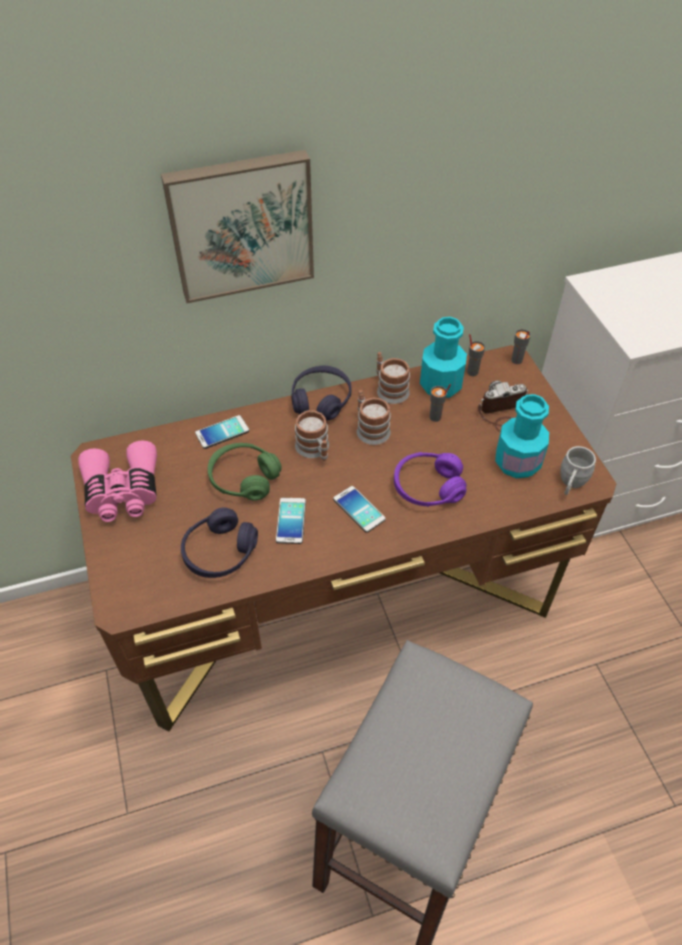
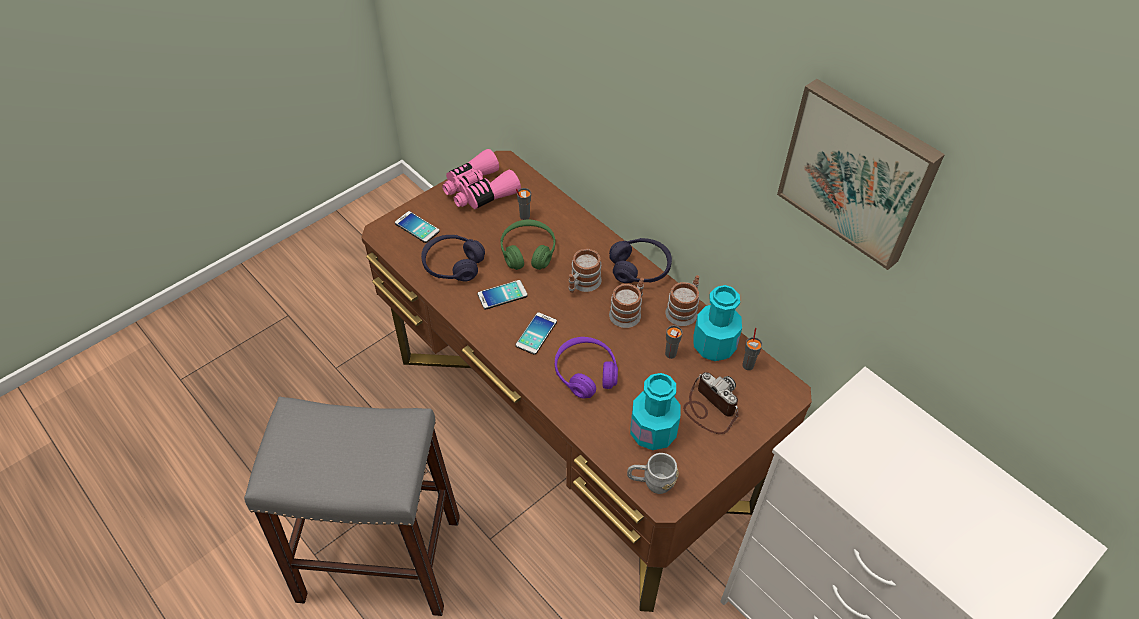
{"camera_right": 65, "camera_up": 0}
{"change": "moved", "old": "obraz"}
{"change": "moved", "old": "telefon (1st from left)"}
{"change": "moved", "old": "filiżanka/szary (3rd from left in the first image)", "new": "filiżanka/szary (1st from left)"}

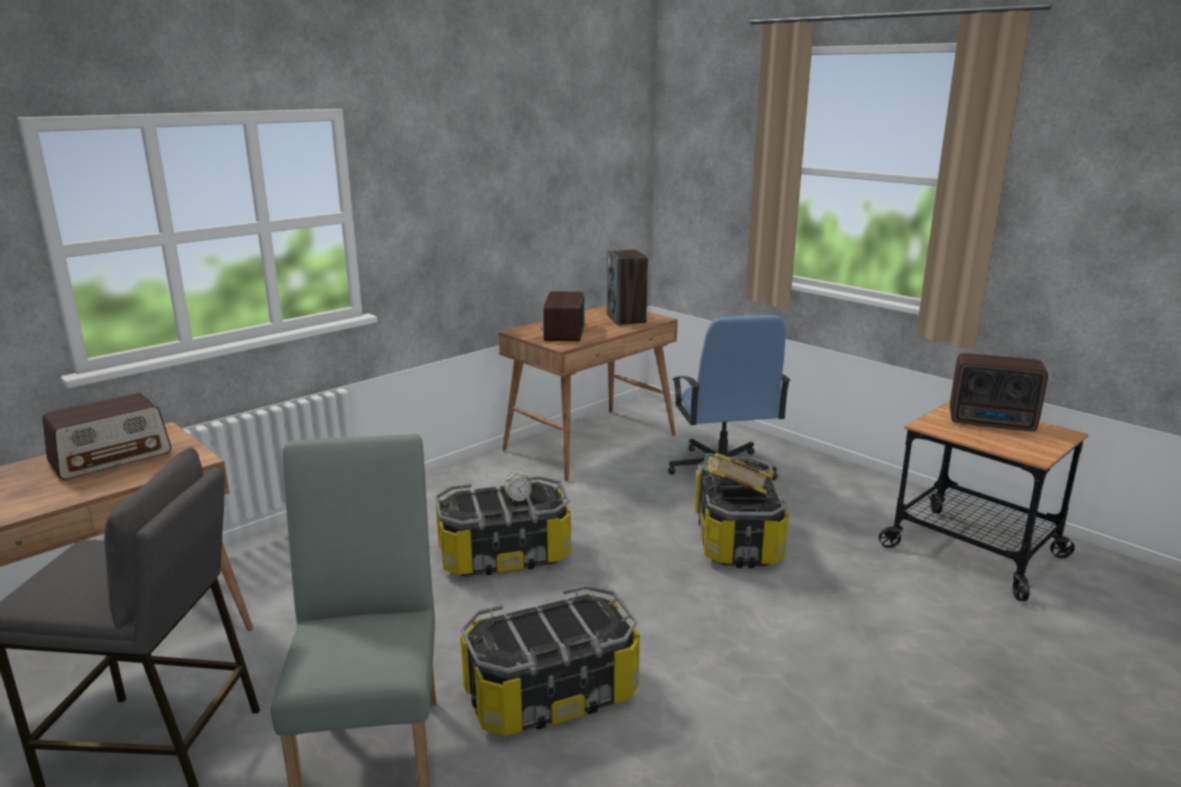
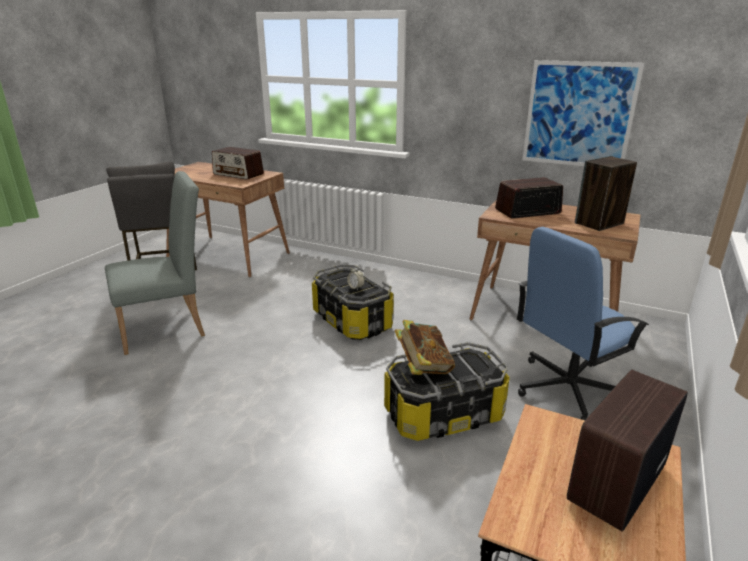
{"camera_right": 70, "camera_up": 5}
{"change": "removed", "old": "pojemnik do przechowywania (2nd from left)"}
{"change": "added", "new": "obraz"}
{"change": "turned", "old": "radio (3rd from left)", "degrees": 45}

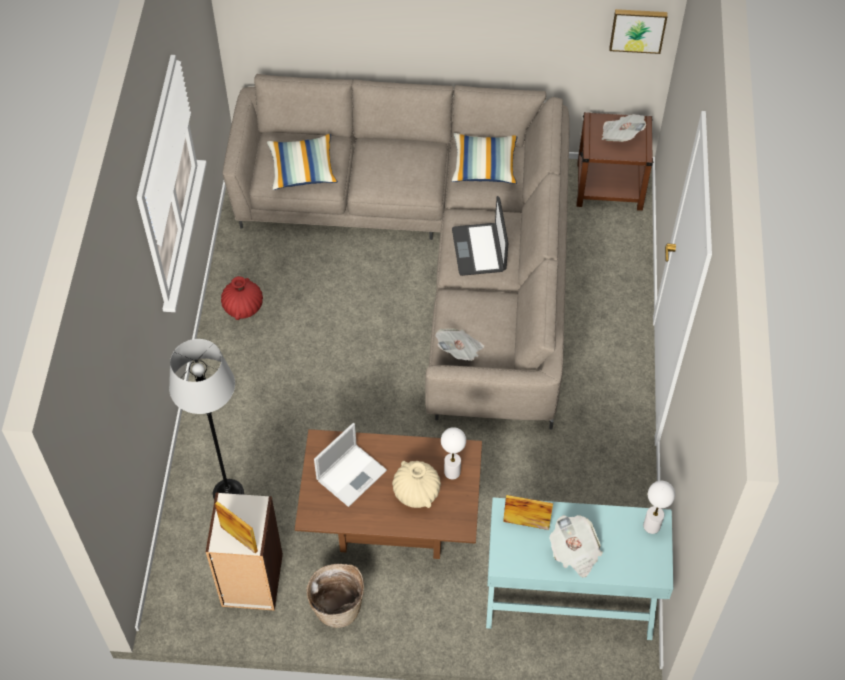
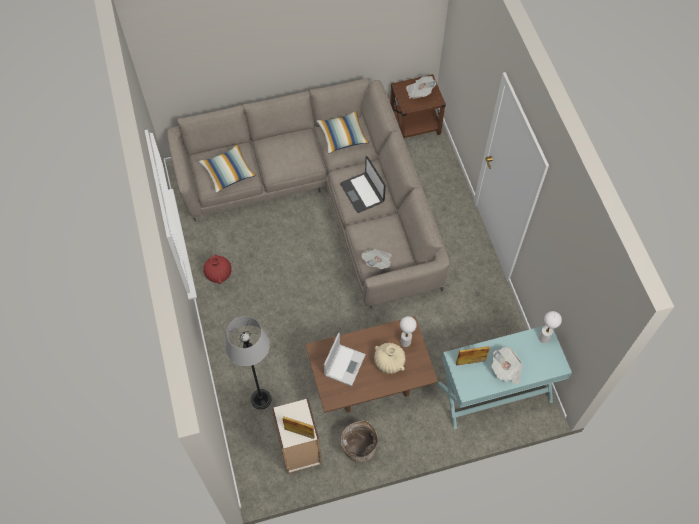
{"camera_right": -20, "camera_up": 5}
{"change": "removed", "old": "obraz"}

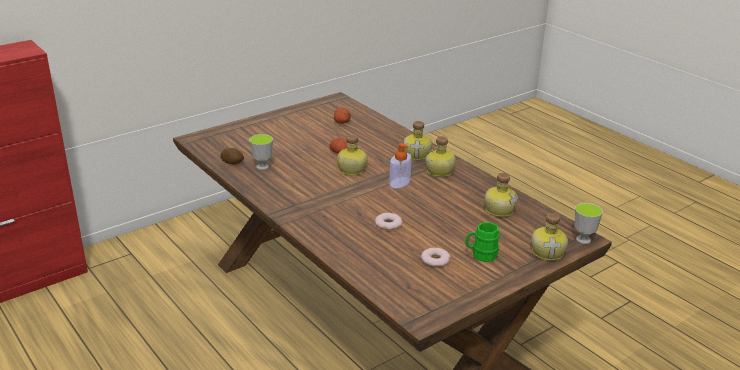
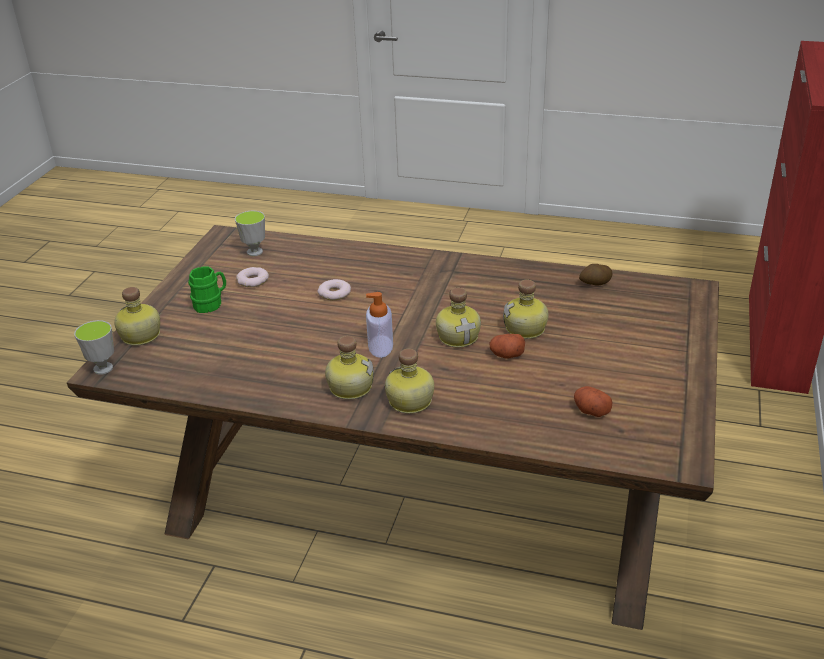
{"camera_right": 145, "camera_up": 5}
{"change": "moved", "old": "filiżanka (1st from left in the first image)", "new": "filiżanka (2nd from left)"}
{"change": "moved", "old": "butelka (4th from left in the first image)", "new": "butelka (5th from left)"}

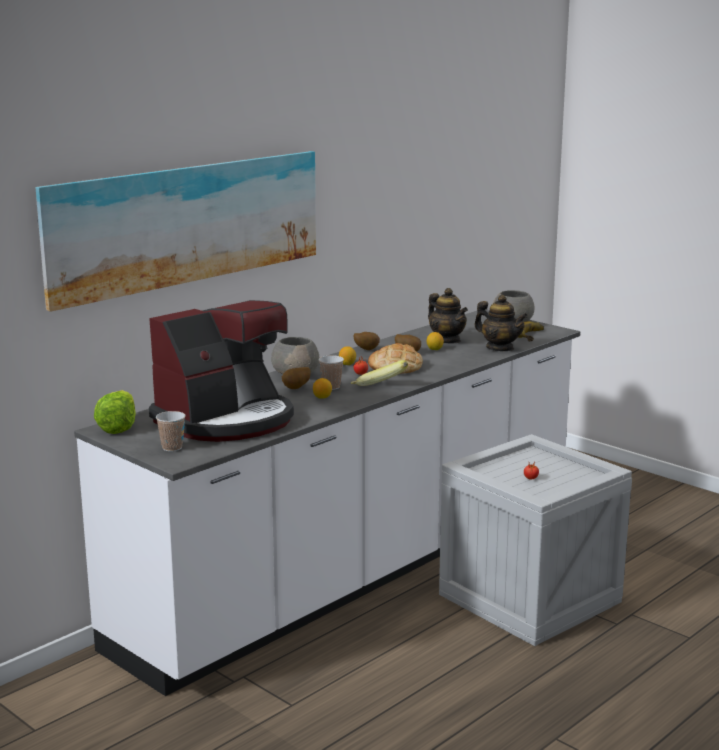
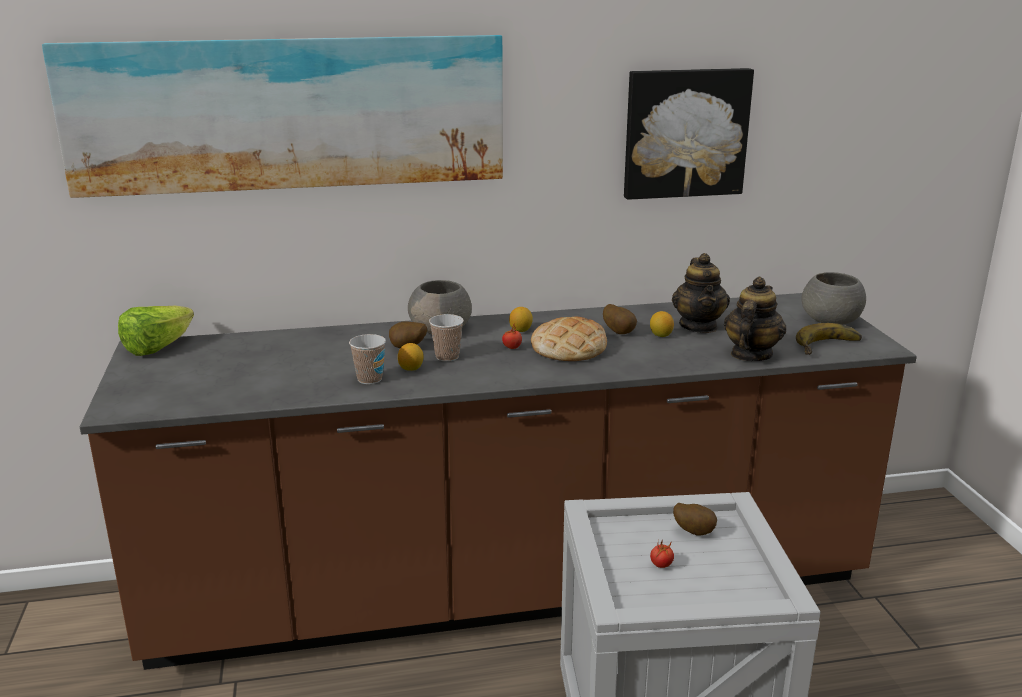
{"camera_right": 35, "camera_up": 5}
{"change": "removed", "old": "ekspres do kawy"}
{"change": "removed", "old": "banan (1st from left)"}
{"change": "added", "new": "obraz (2nd from left)"}
{"change": "moved", "old": "filiżanka (1st from left)"}
{"change": "moved", "old": "ziemniak (2nd from left in the first image)", "new": "ziemniak (3rd from left)"}
{"change": "recoloured", "old": "zabudowa kuchenna/biały", "new": "zabudowa kuchenna/brązowy"}
{"change": "turned", "old": "imbryk (2nd from left)", "degrees": -135}

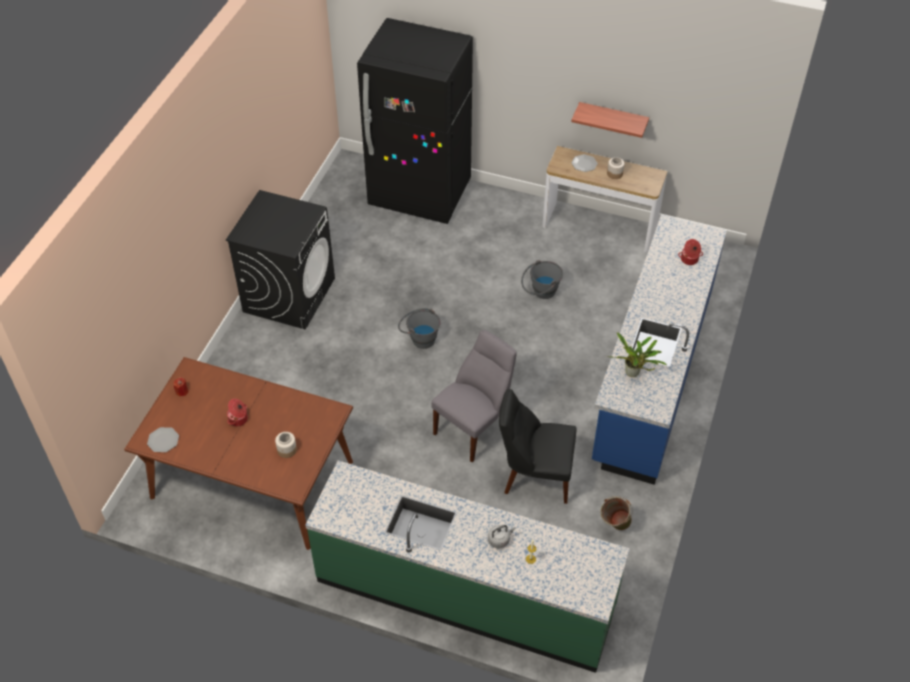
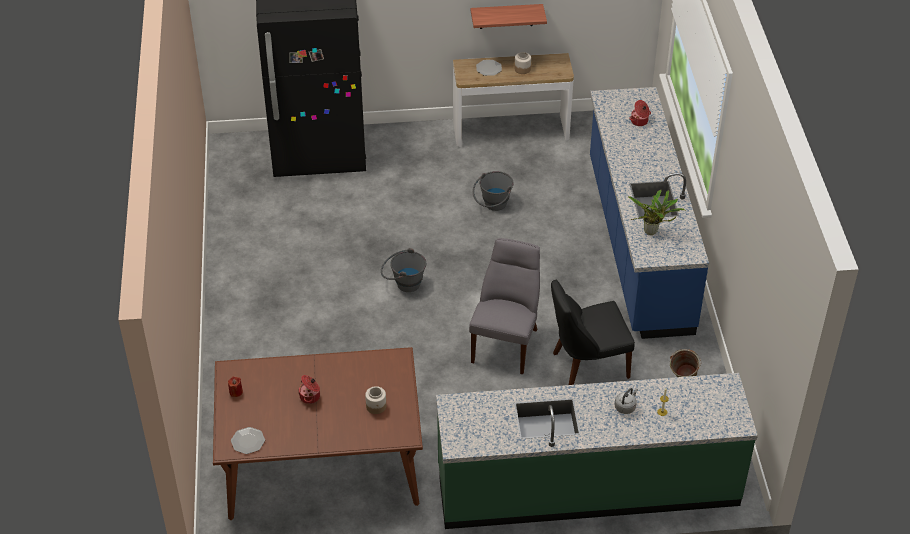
{"camera_right": -25, "camera_up": -5}
{"change": "removed", "old": "pralka/czarny"}

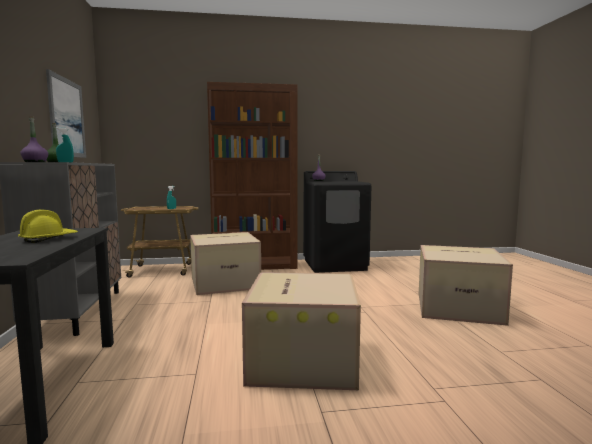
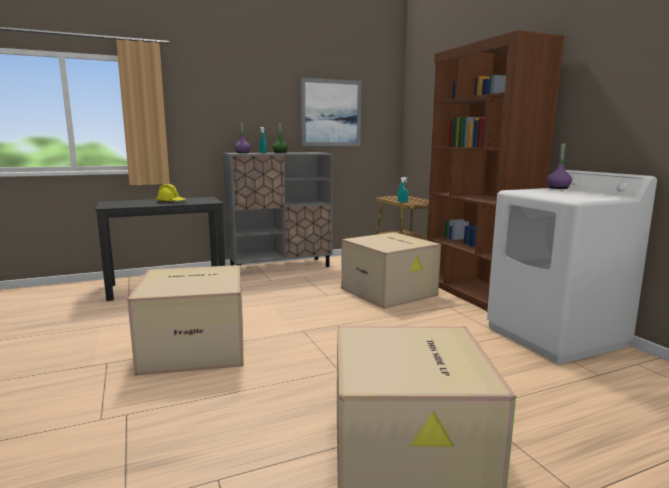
{"camera_right": 75, "camera_up": 5}
{"change": "recoloured", "old": "pralka/czarny", "new": "pralka/biały"}

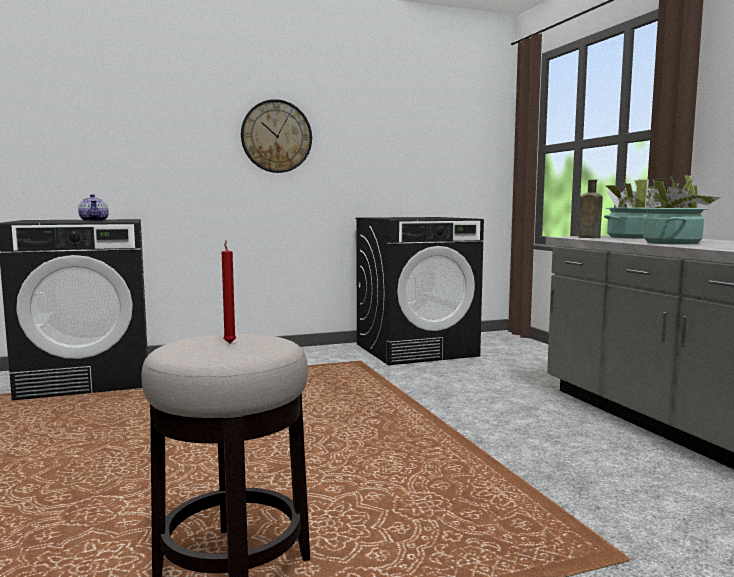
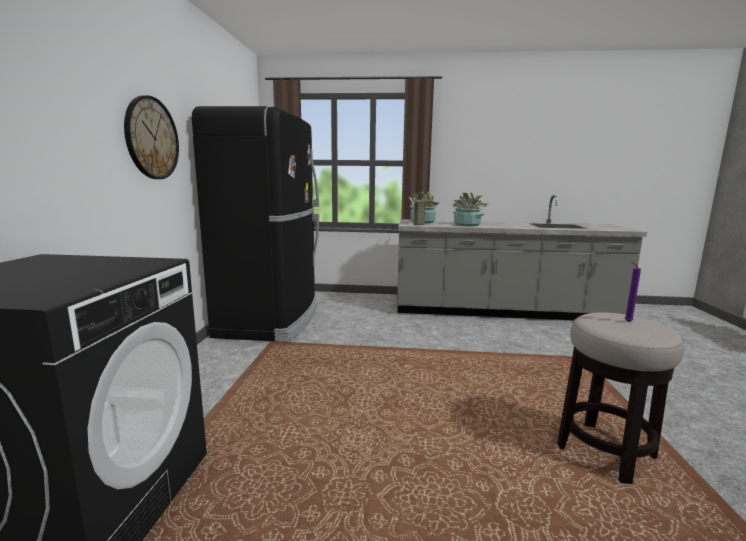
{"camera_right": -65, "camera_up": 5}
{"change": "removed", "old": "imbryk"}
{"change": "replaced", "old": "pralka/czarny (2nd from left)", "new": "lodówka/czarny"}
{"change": "recoloured", "old": "świeca/czerwony", "new": "świeca/fioletowy"}

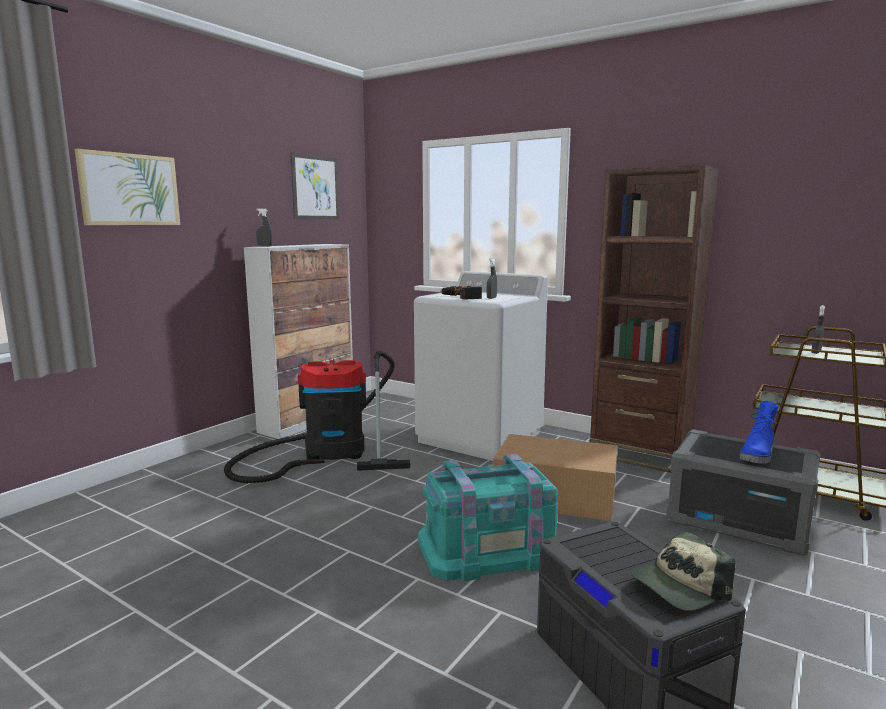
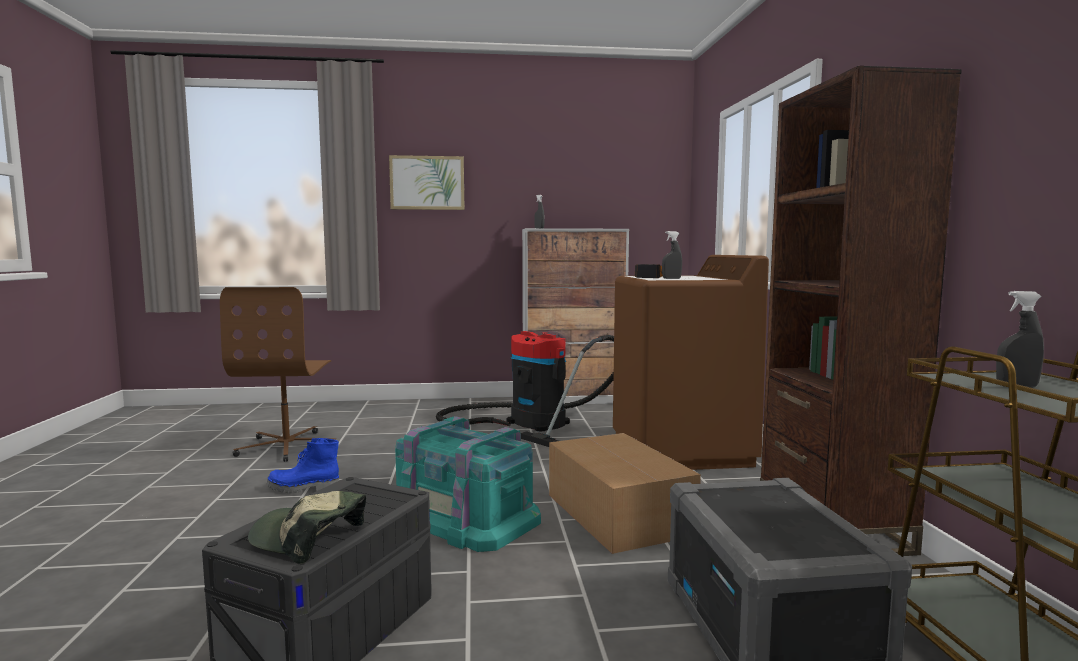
{"camera_right": 50, "camera_up": -5}
{"change": "removed", "old": "obraz (2nd from left)"}
{"change": "added", "new": "krzesło biurowe/brązowy"}
{"change": "moved", "old": "but z cholewką/niebieski"}
{"change": "recoloured", "old": "pralka/biały", "new": "pralka/brązowy"}

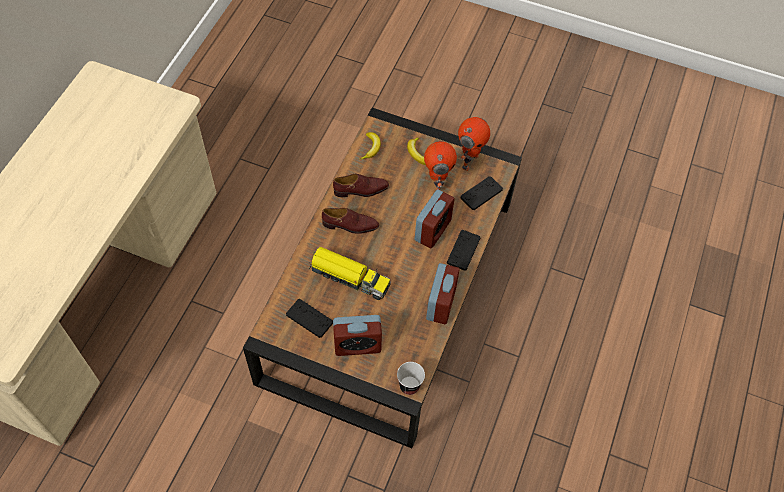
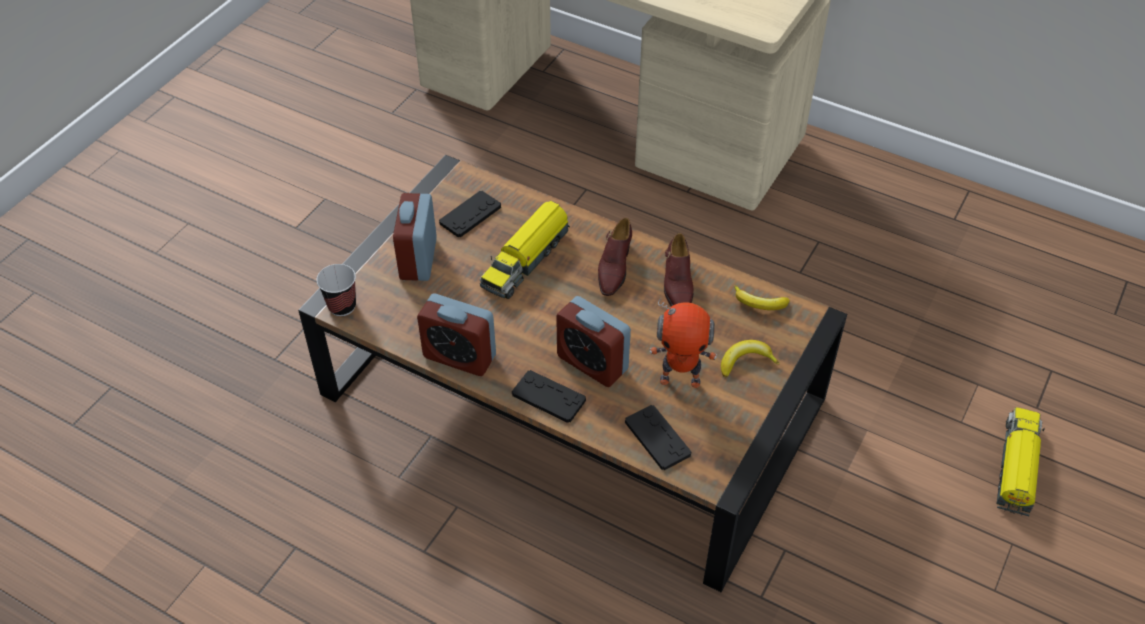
{"camera_right": 100, "camera_up": -10}
{"change": "removed", "old": "robot zabawkowy (2nd from left)"}
{"change": "added", "new": "ciężarówka zabawkowa (2nd from left)"}

